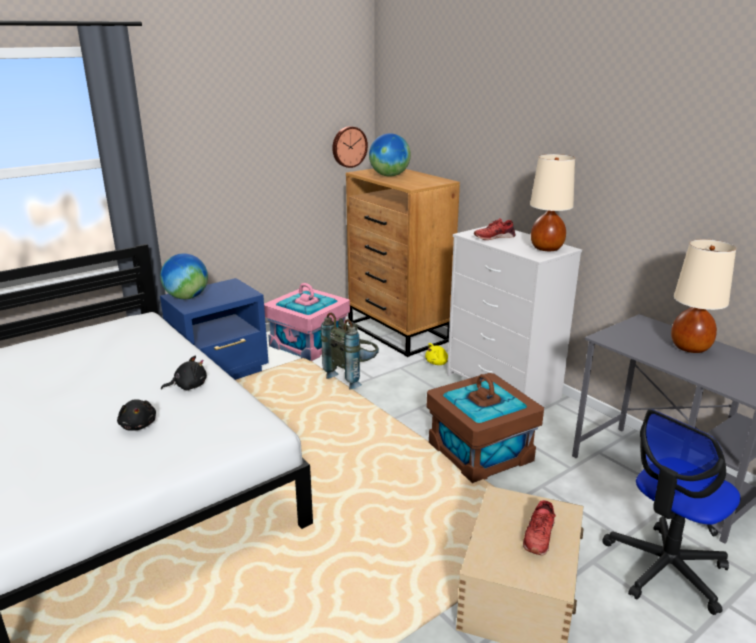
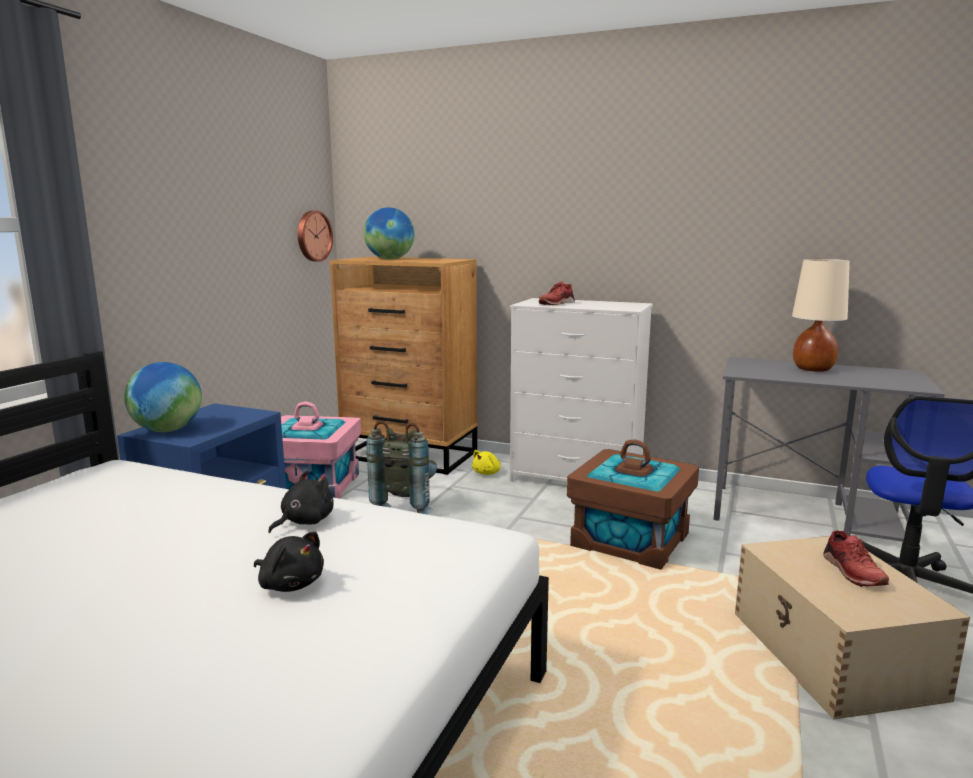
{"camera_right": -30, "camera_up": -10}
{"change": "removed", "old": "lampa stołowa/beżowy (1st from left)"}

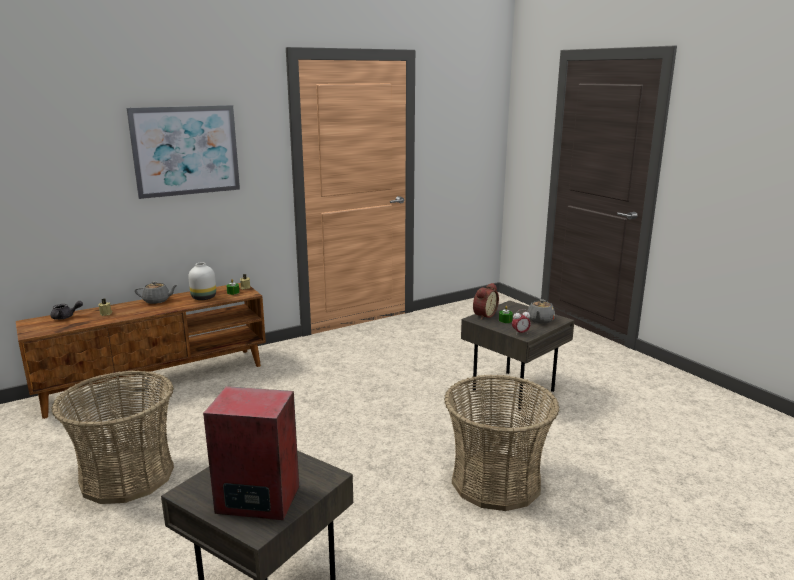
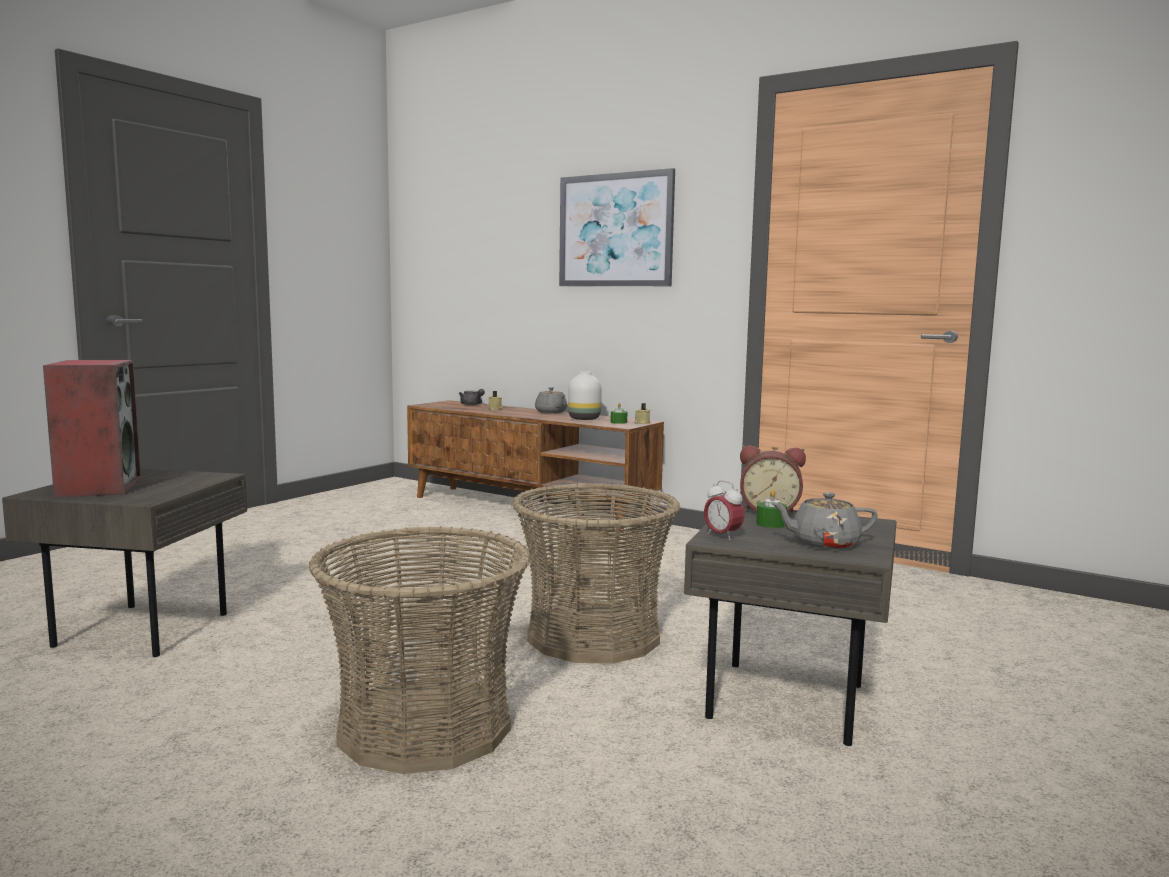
{"camera_right": 65, "camera_up": -10}
{"change": "moved", "old": "koszyk (1st from left in the first image)", "new": "koszyk (2nd from left)"}

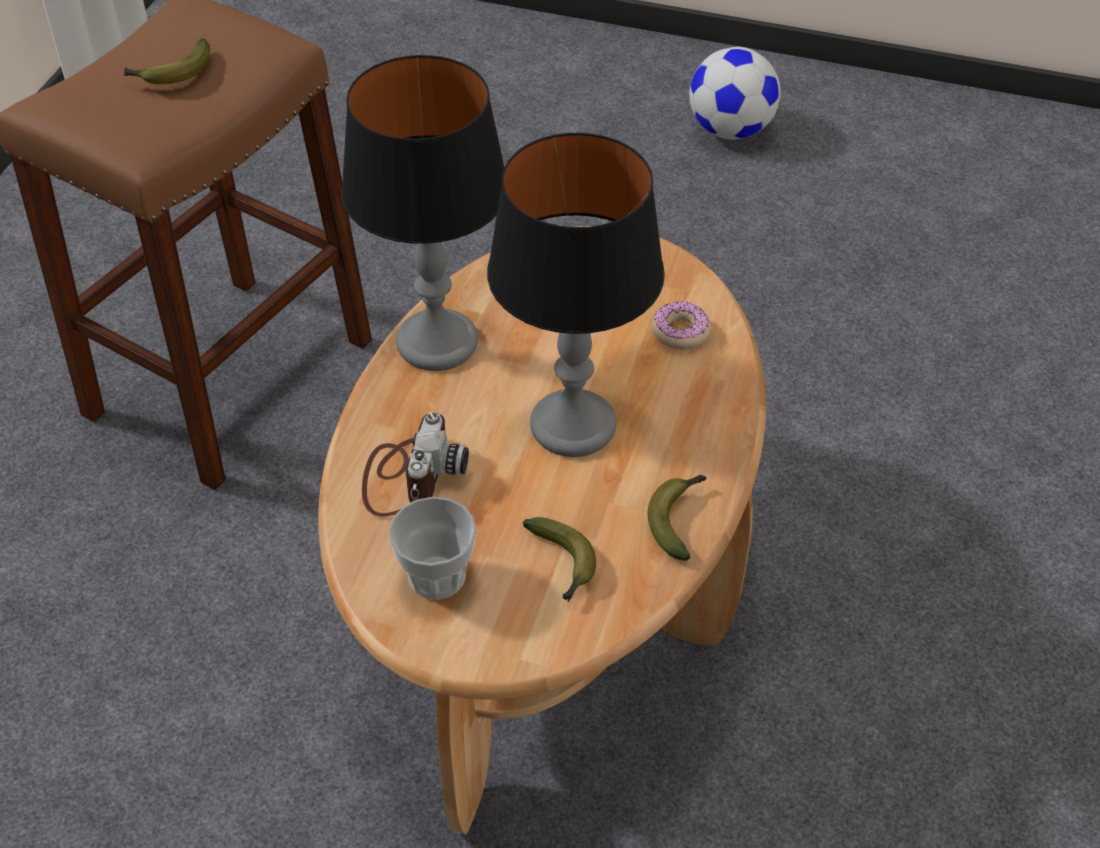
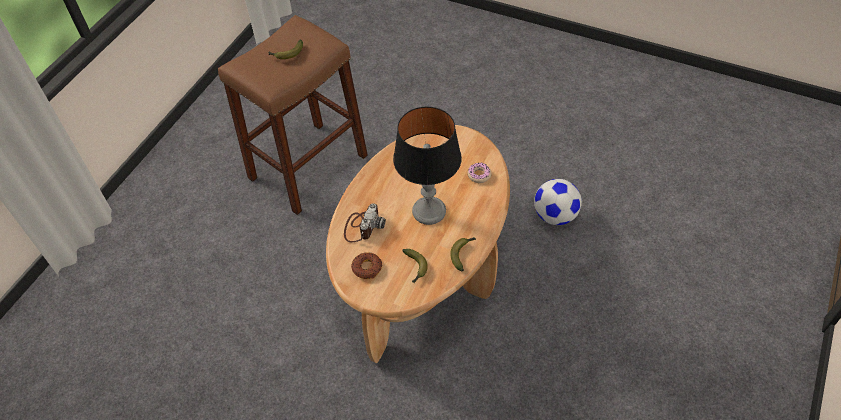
{"camera_right": 10, "camera_up": 5}
{"change": "removed", "old": "lampa stołowa (1st from left)"}
{"change": "moved", "old": "piłka futbolowa"}
{"change": "replaced", "old": "filiżanka", "new": "donut (1st from left)"}

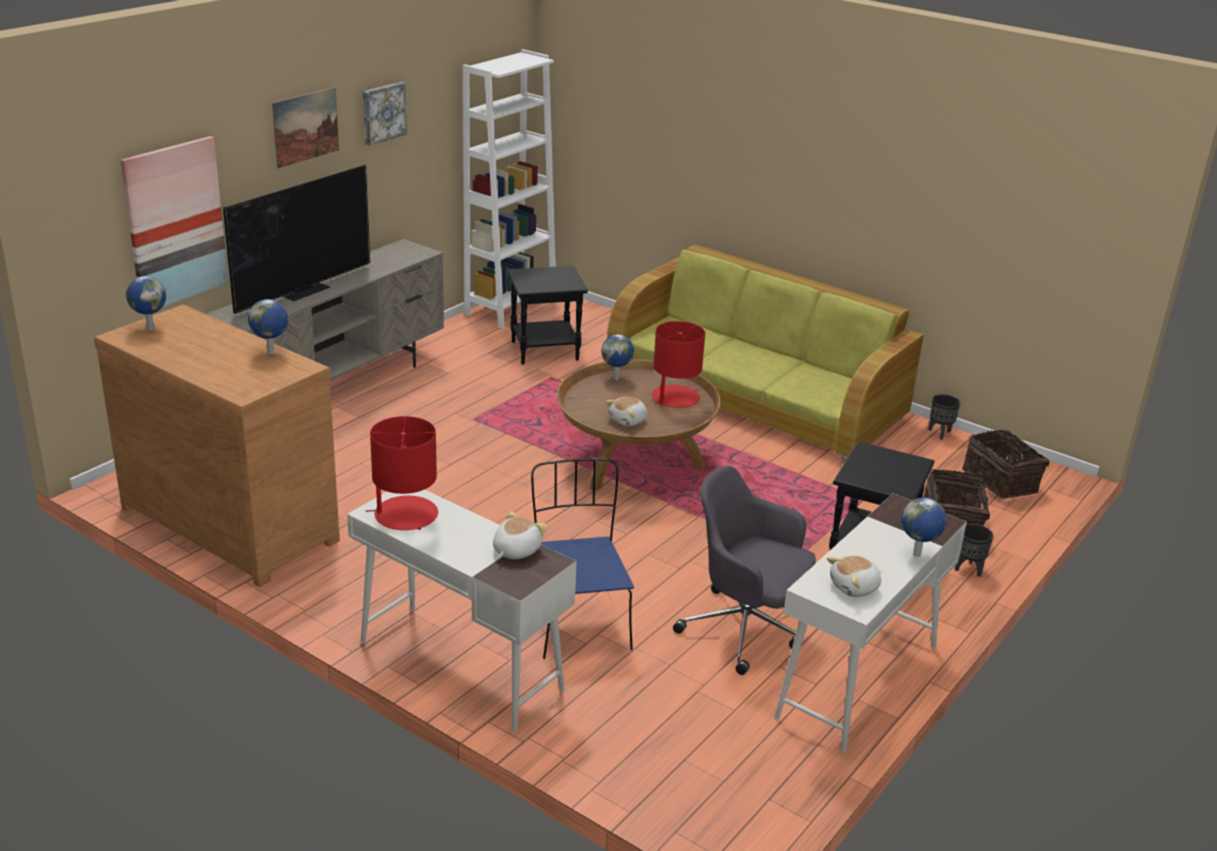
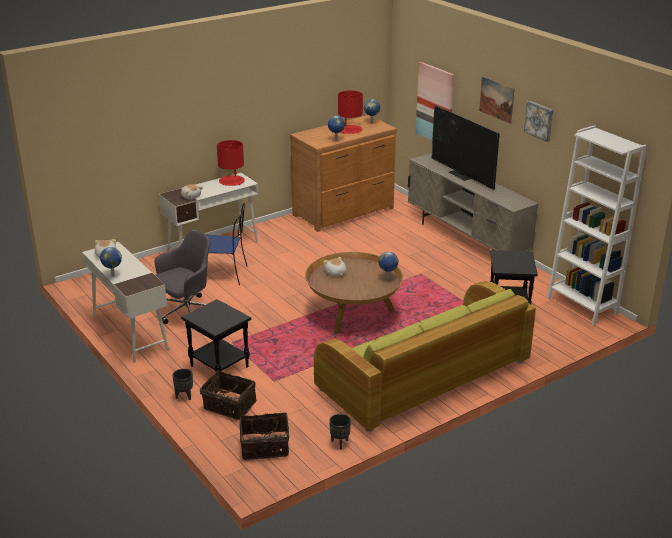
{"camera_right": 110, "camera_up": 0}
{"change": "moved", "old": "lampa stołowa/czerwony (2nd from left)"}

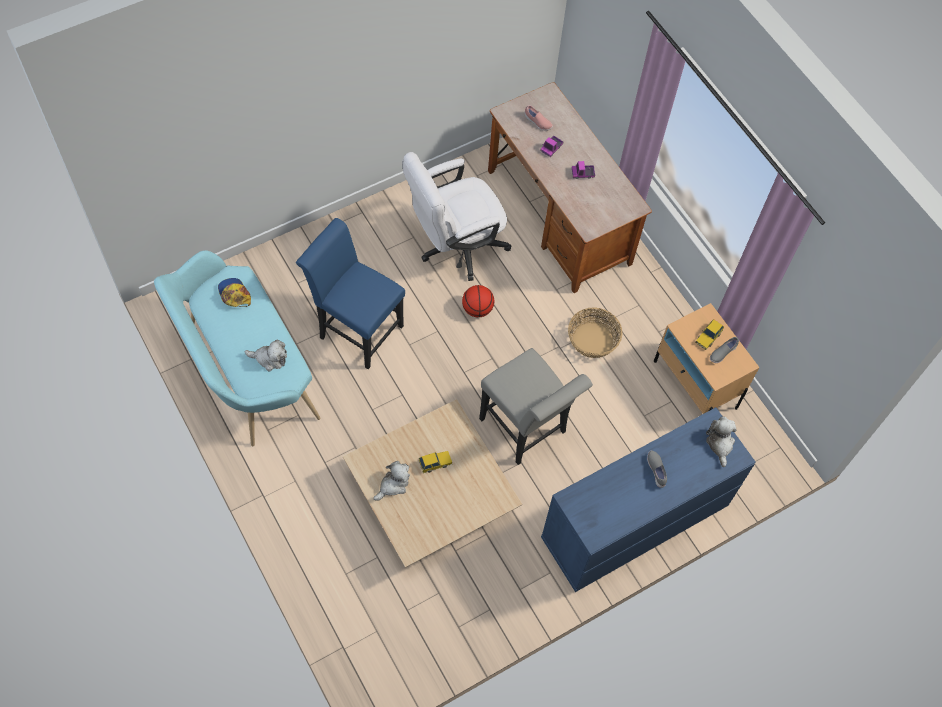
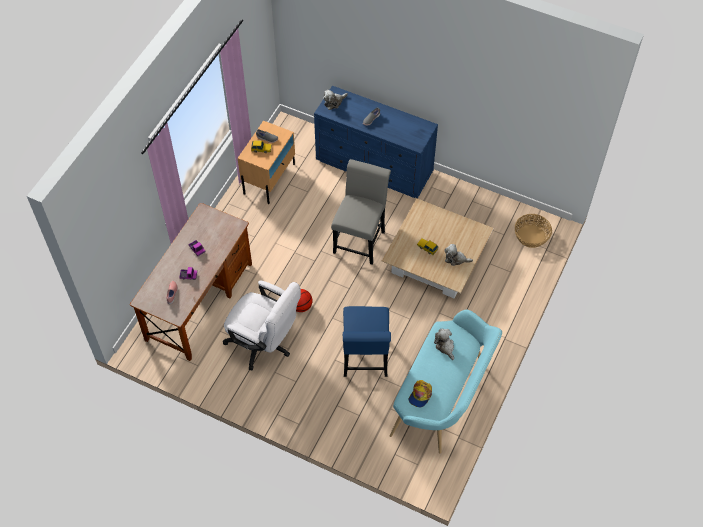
{"camera_right": -120, "camera_up": -5}
{"change": "moved", "old": "koszyk"}

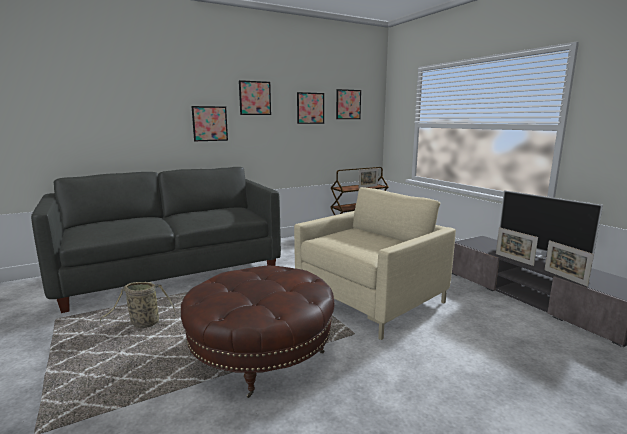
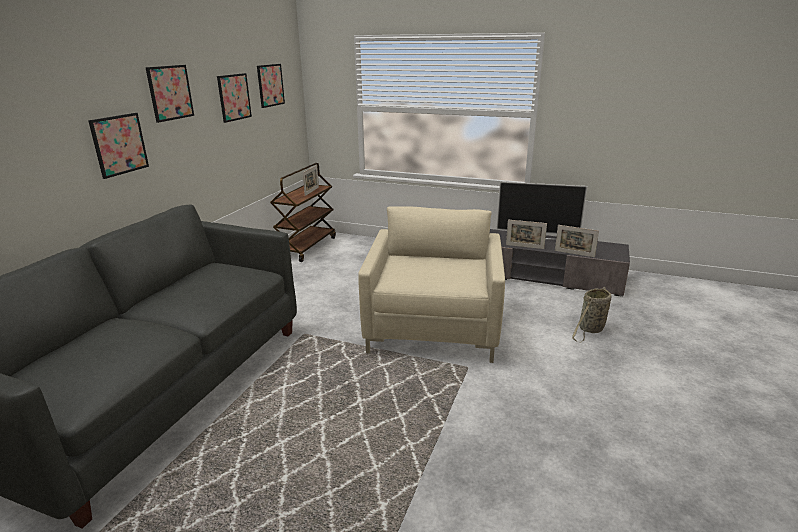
{"camera_right": -40, "camera_up": 10}
{"change": "removed", "old": "pufa/brązowy"}
{"change": "moved", "old": "koszyk"}

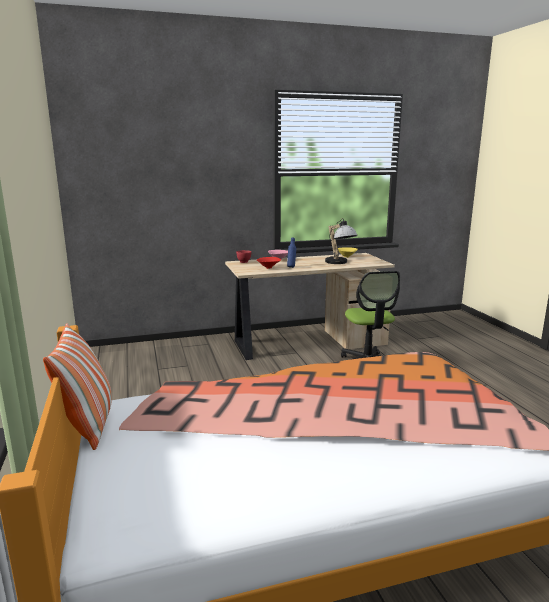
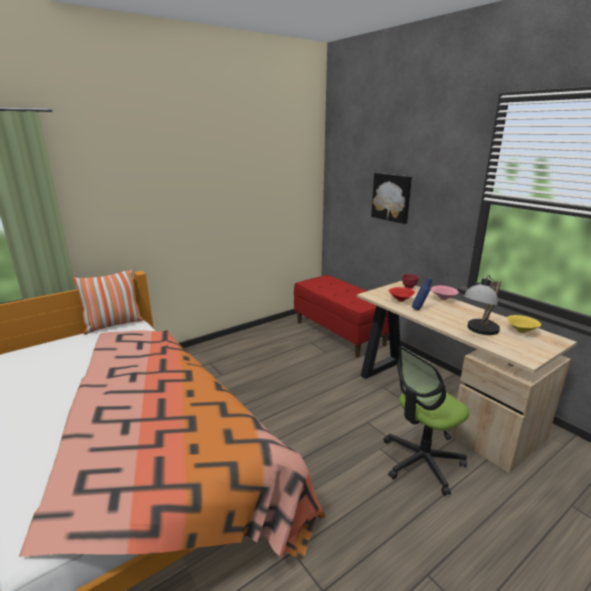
{"camera_right": 70, "camera_up": 5}
{"change": "added", "new": "ławka/czerwony"}
{"change": "added", "new": "obraz"}

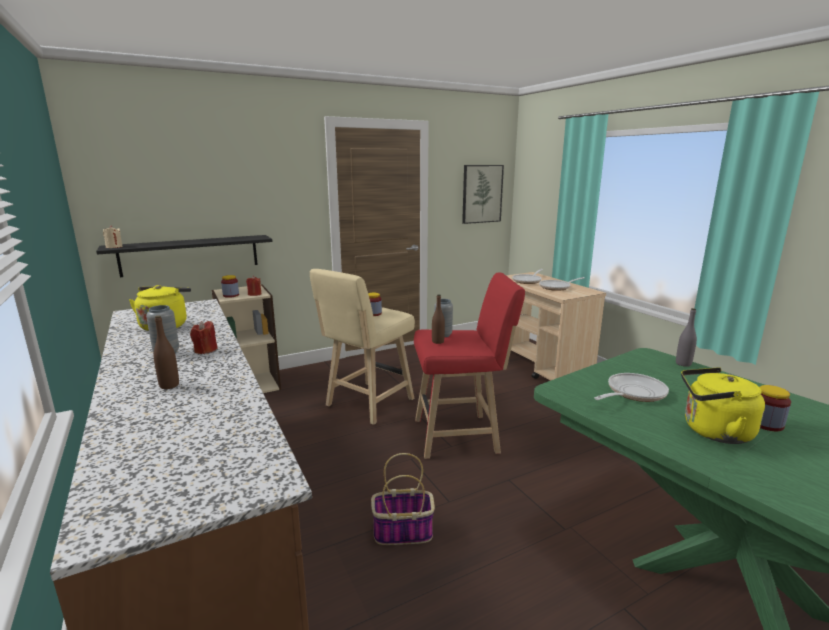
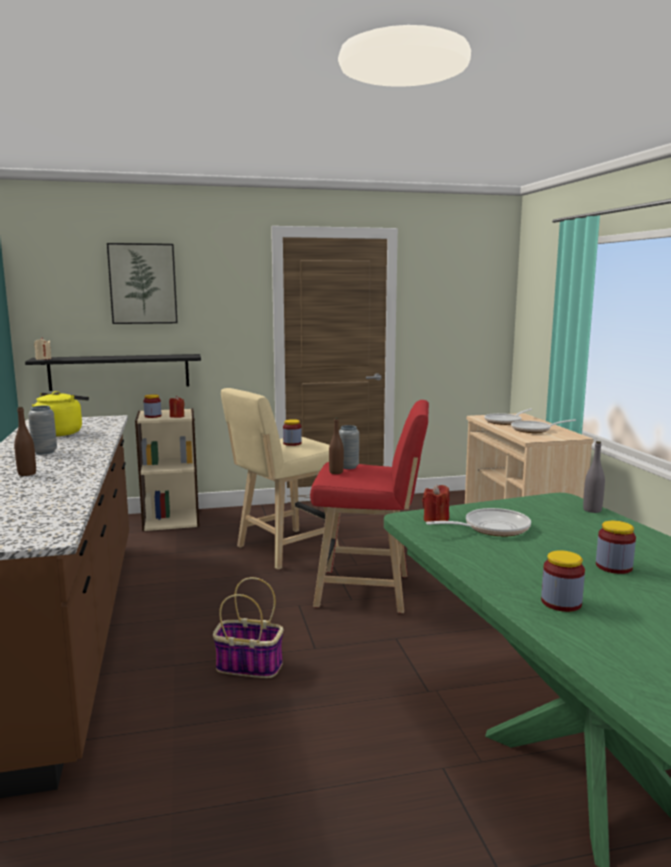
{"camera_right": 15, "camera_up": -5}
{"change": "removed", "old": "czajnik/żółty (2nd from left)"}
{"change": "added", "new": "słoik (3rd from left)"}
{"change": "moved", "old": "świeca/czerwony (1st from left in the first image)", "new": "świeca/czerwony (2nd from left)"}
{"change": "moved", "old": "obraz"}

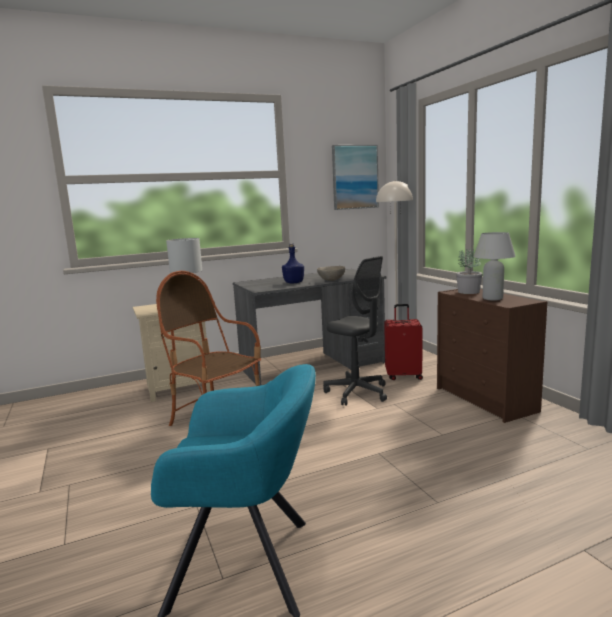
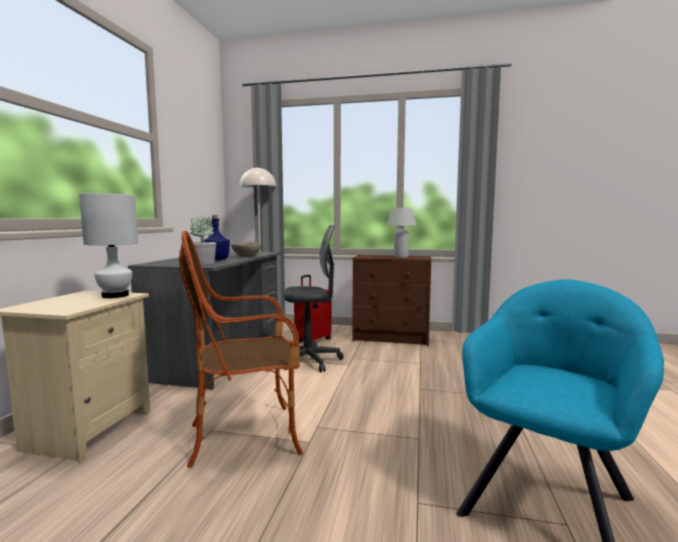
{"camera_right": -55, "camera_up": -5}
{"change": "removed", "old": "obraz"}
{"change": "moved", "old": "roślina doniczkowa"}

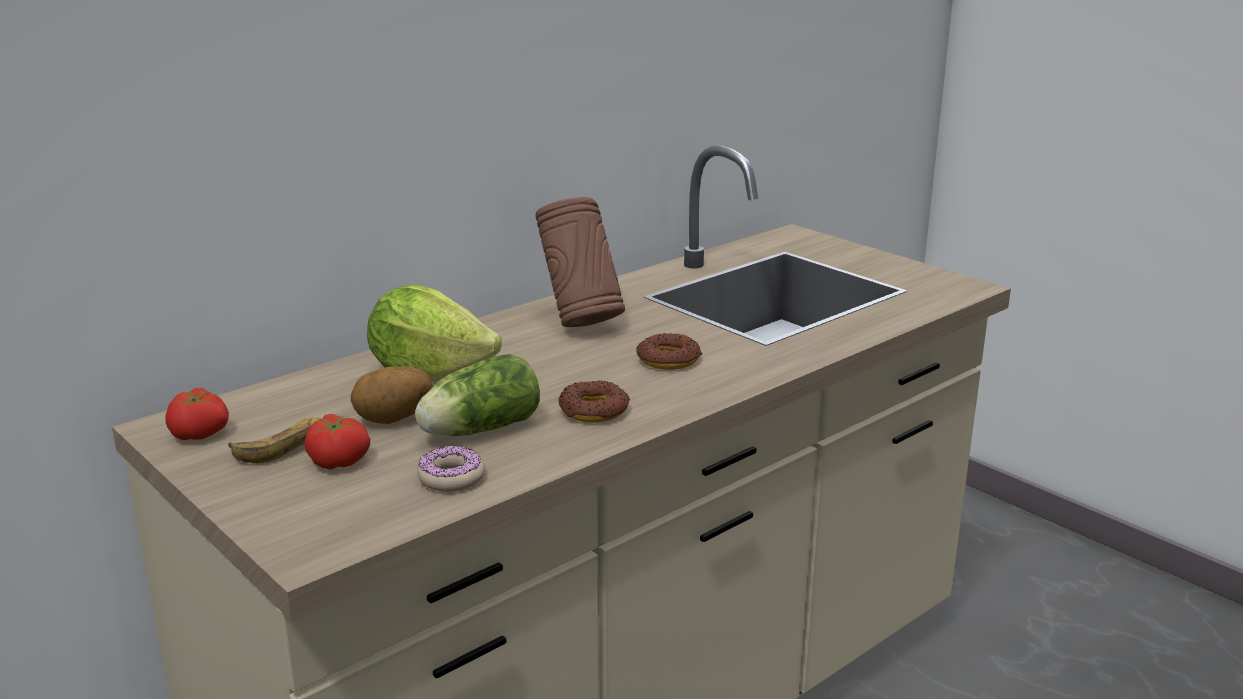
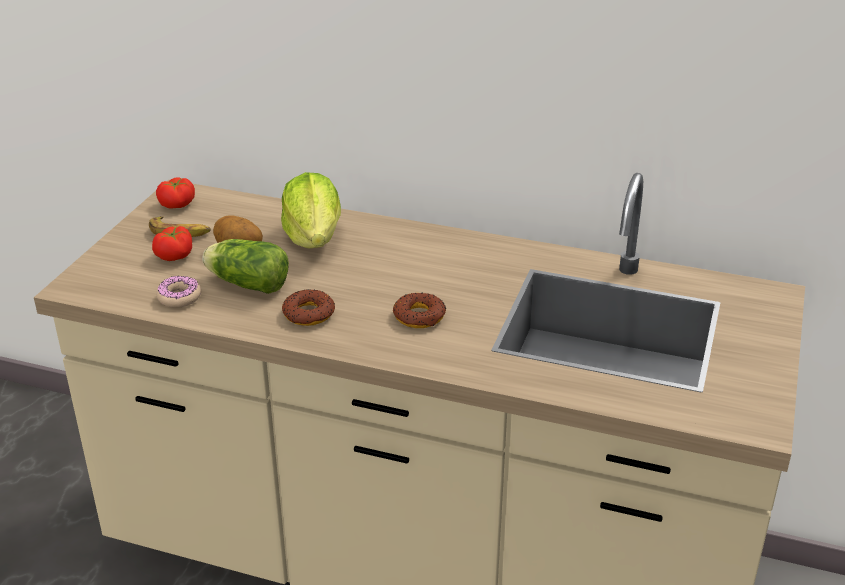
{"camera_right": 60, "camera_up": 10}
{"change": "removed", "old": "wazon/brązowy"}

